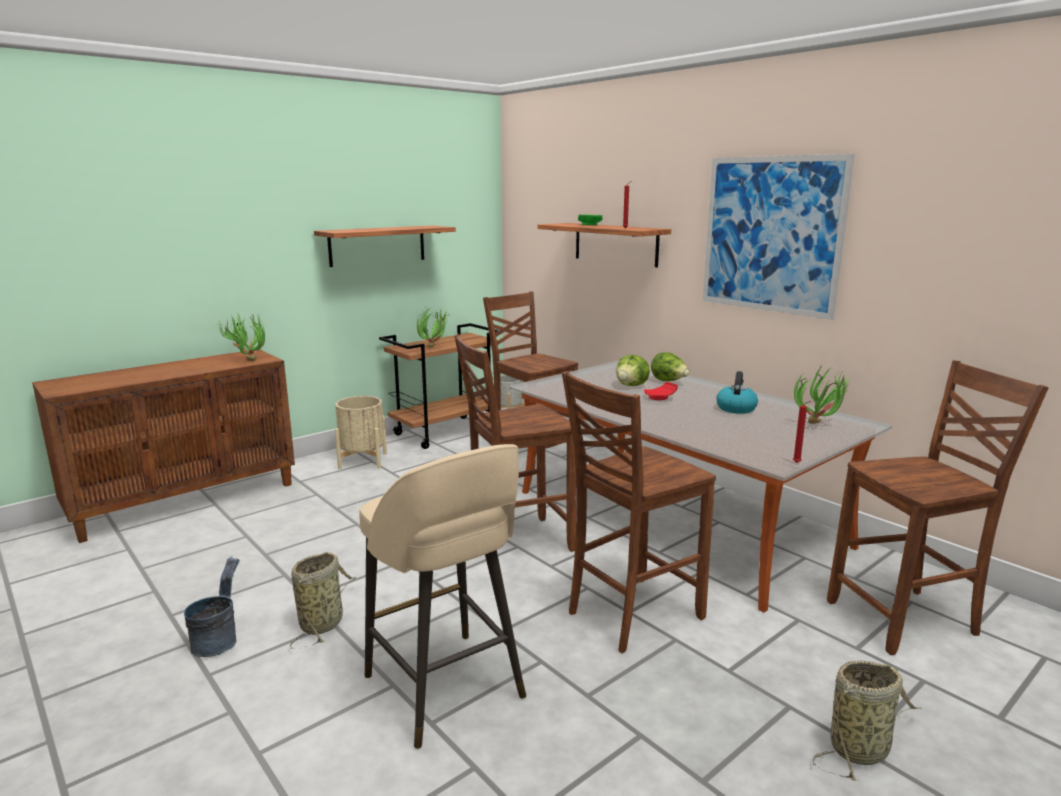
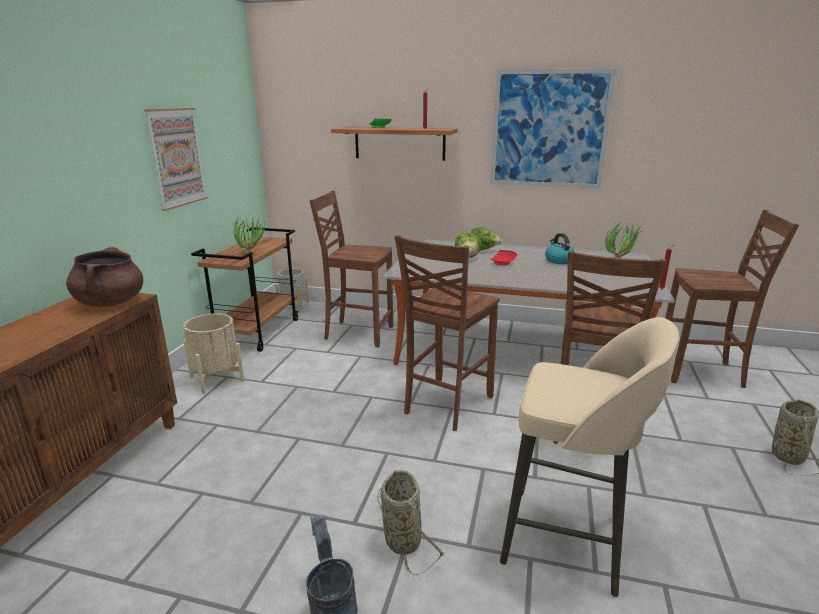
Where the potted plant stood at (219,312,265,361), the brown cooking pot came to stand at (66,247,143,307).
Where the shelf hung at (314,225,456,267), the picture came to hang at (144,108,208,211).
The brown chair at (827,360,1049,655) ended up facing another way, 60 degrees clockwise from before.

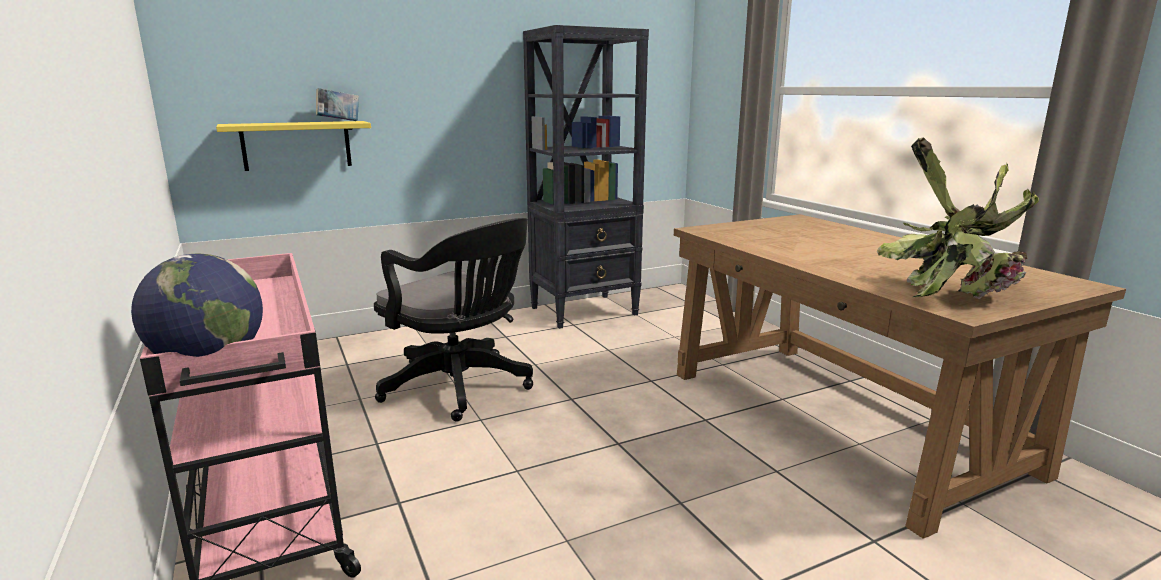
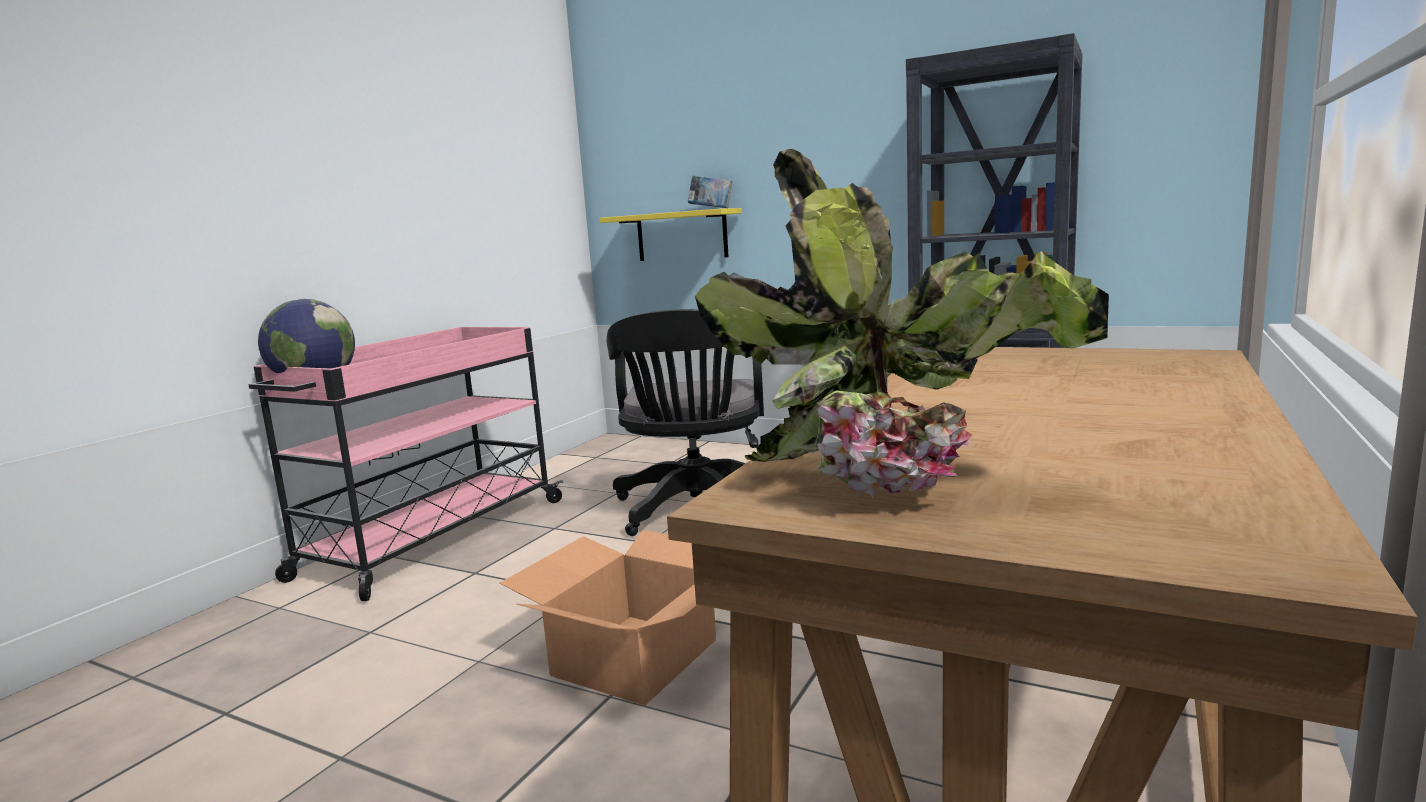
The second view gained the cardboard box at (500,530,716,705).

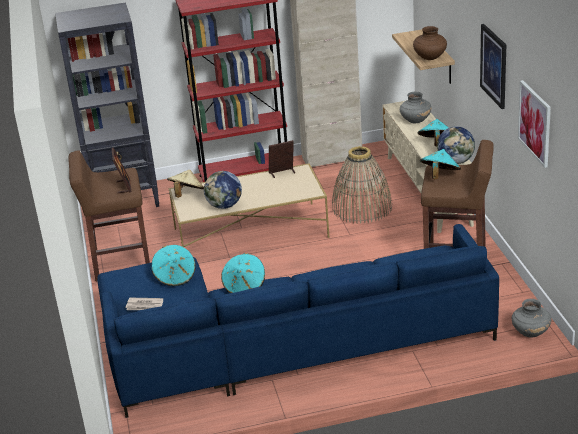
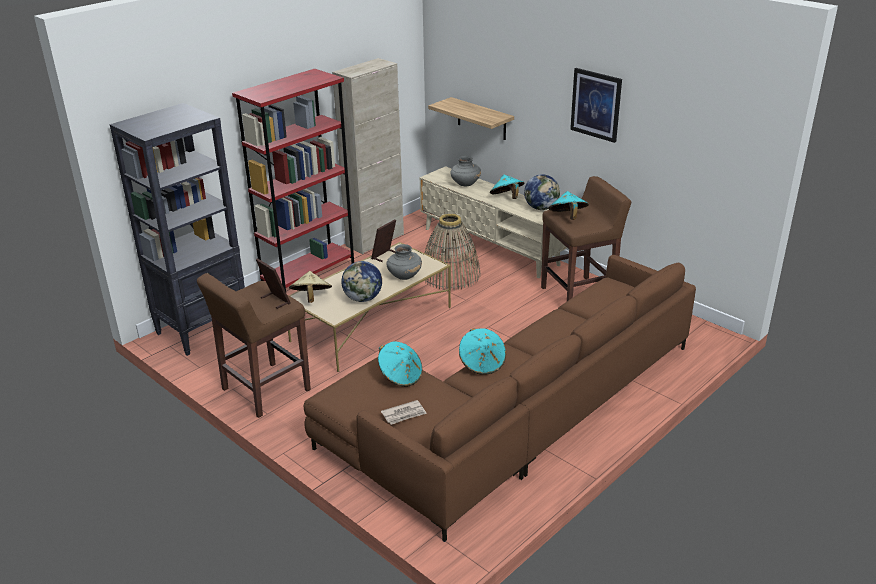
The second view lost the brown vase at (413,26,447,60).
The second view lost the picture at (518,80,551,168).
The grey vase ended up elsewhere, having gone from (512,299,551,338) to (386,244,422,280).
What was the blue sofa at (97,224,499,418) turned into the brown sofa at (303,255,696,542).

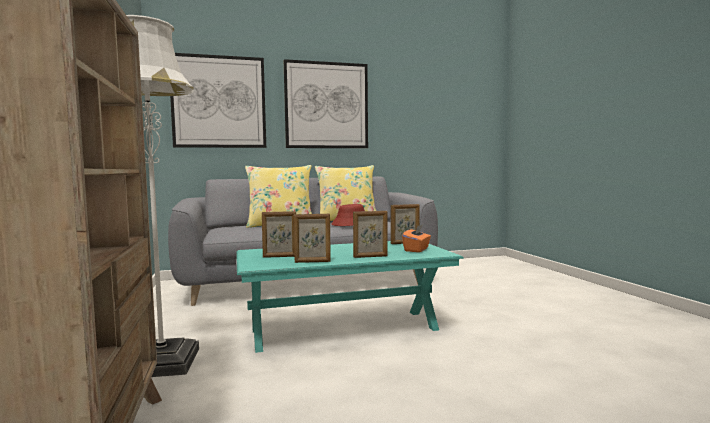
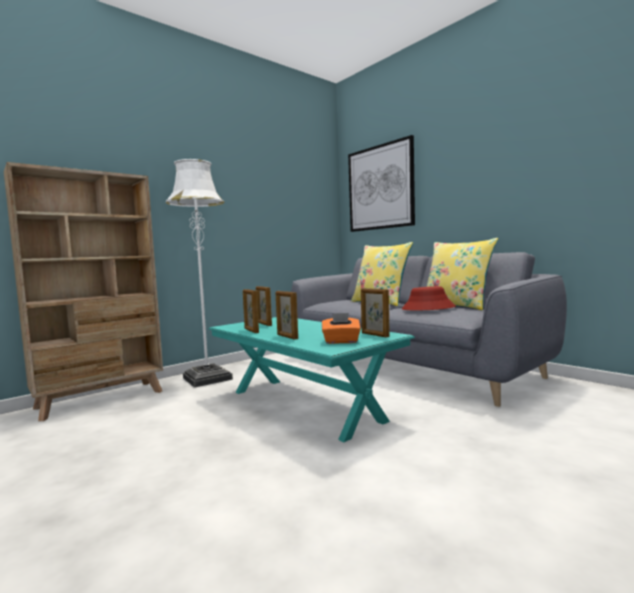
The second view lost the picture at (284,59,368,148).

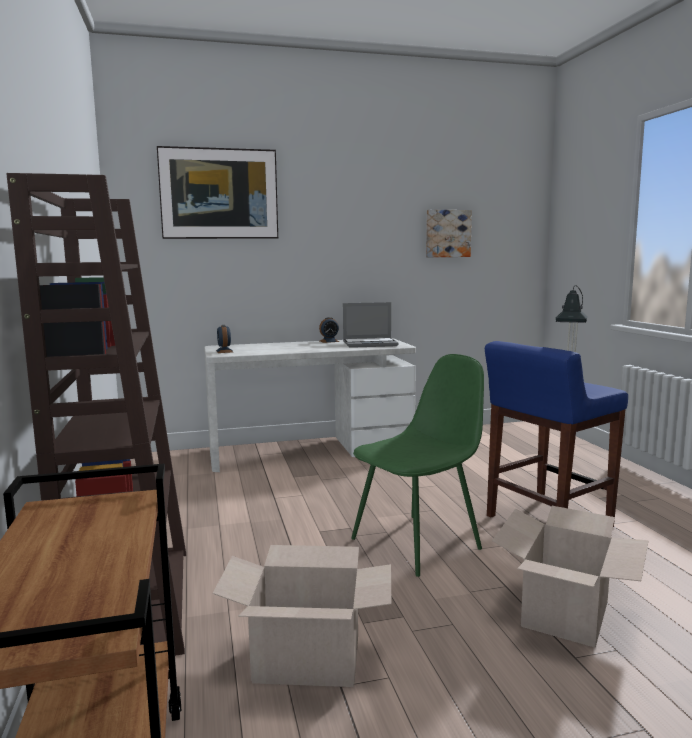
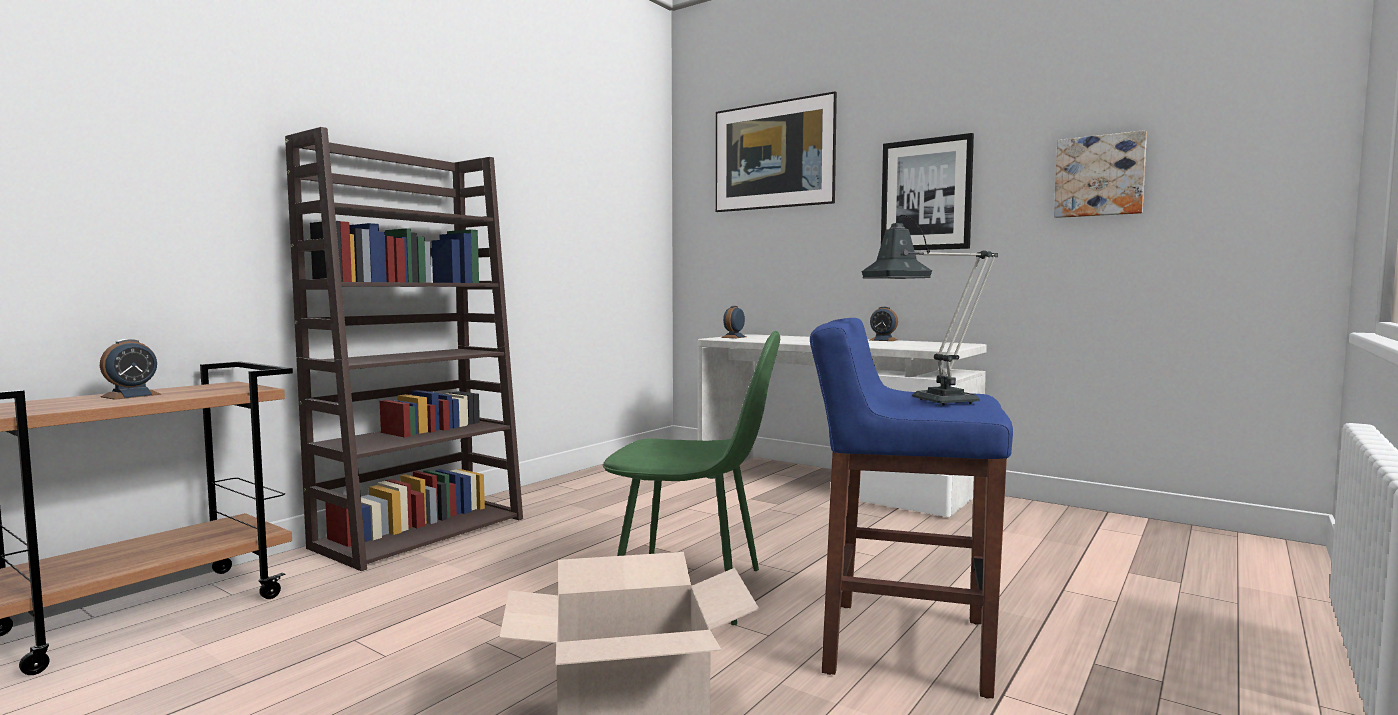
The second view lost the cardboard box at (213,545,391,687).
The second view lost the laptop at (343,302,398,348).
The second view gained the alarm clock at (100,339,161,400).
The second view gained the picture at (881,133,974,250).

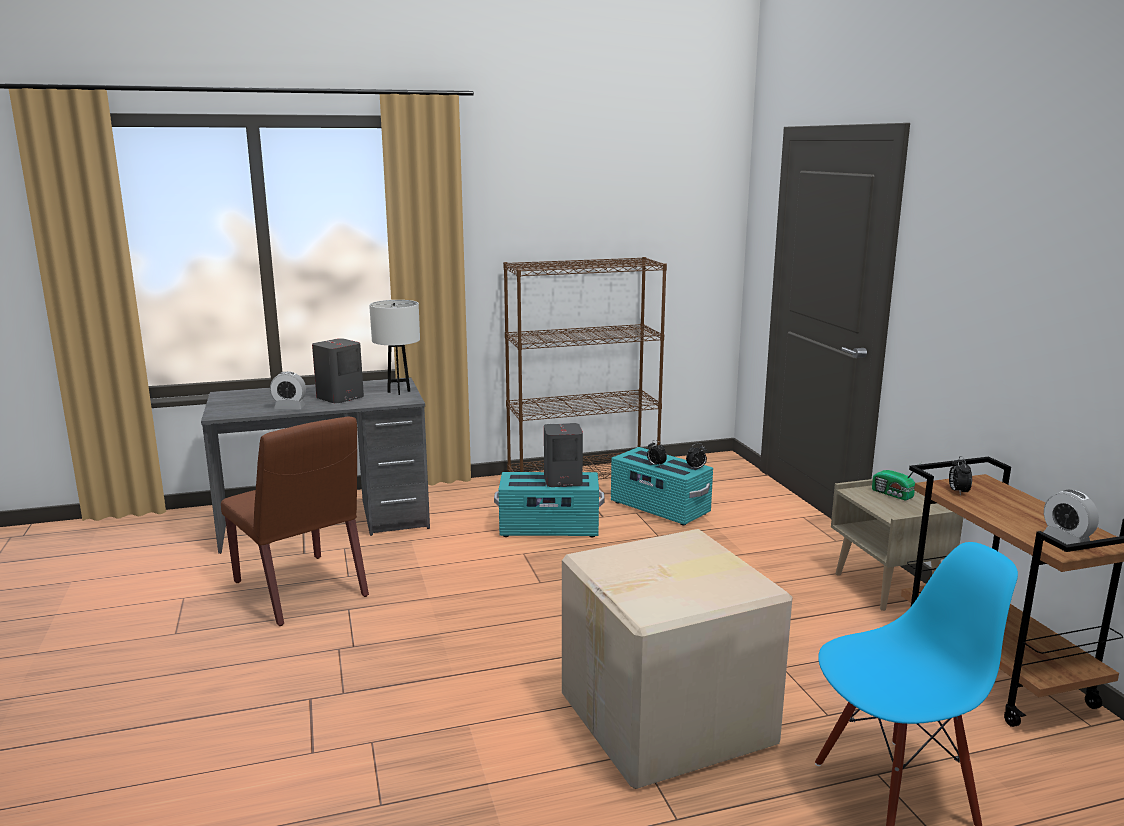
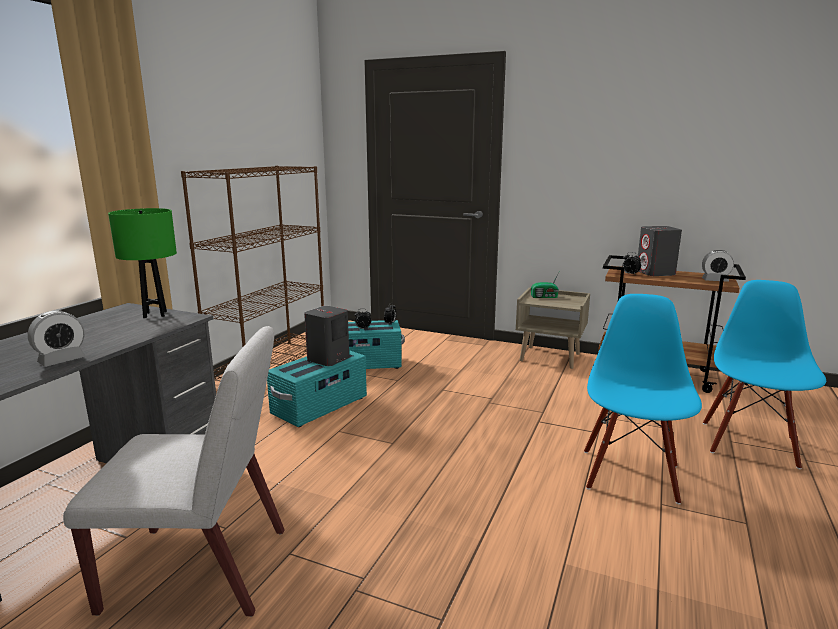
The grey speaker ended up elsewhere, having gone from (312,338,364,403) to (638,226,682,276).
Where the cardboard box stood at (562,529,793,789), the blue chair came to stand at (584,294,702,504).
What was the brown chair at (221,416,369,626) turned into the white chair at (63,326,285,617).
What was the white table lamp at (369,300,420,395) turned into the green table lamp at (108,208,177,318).

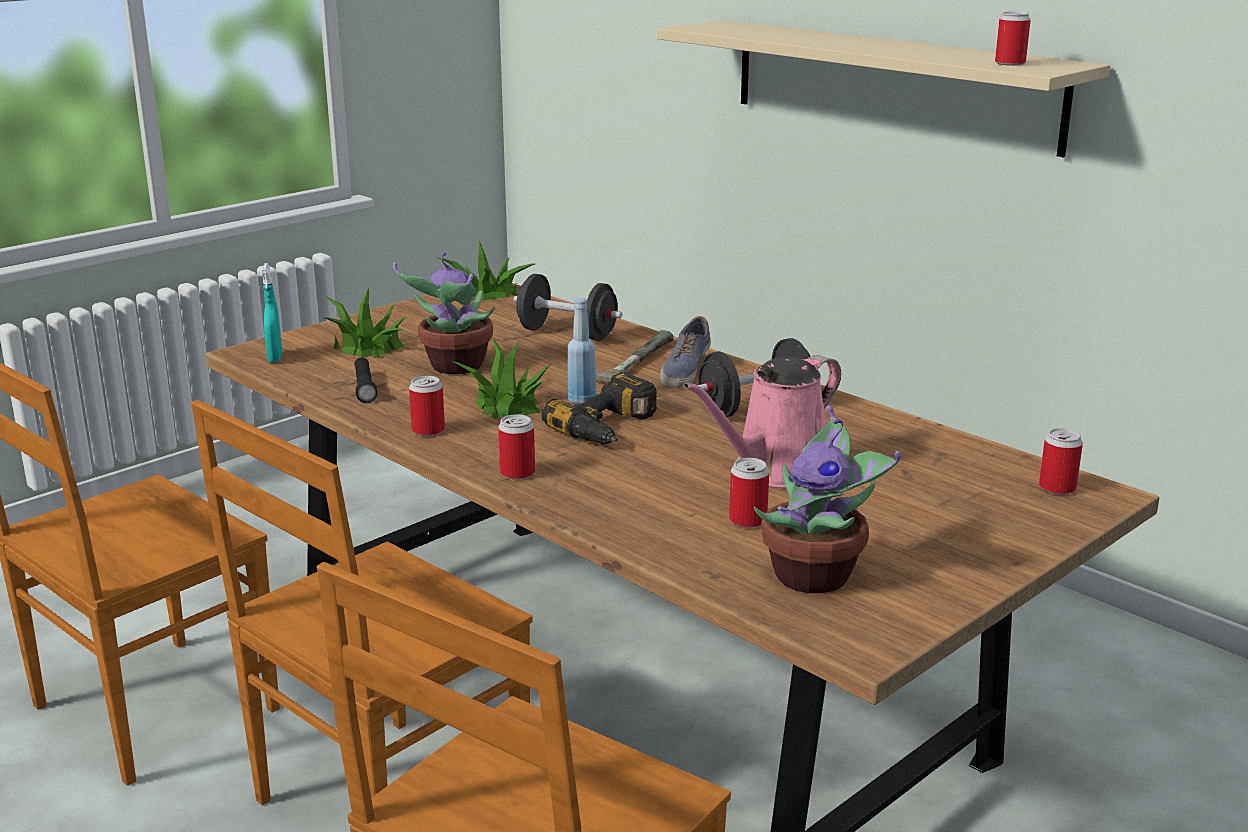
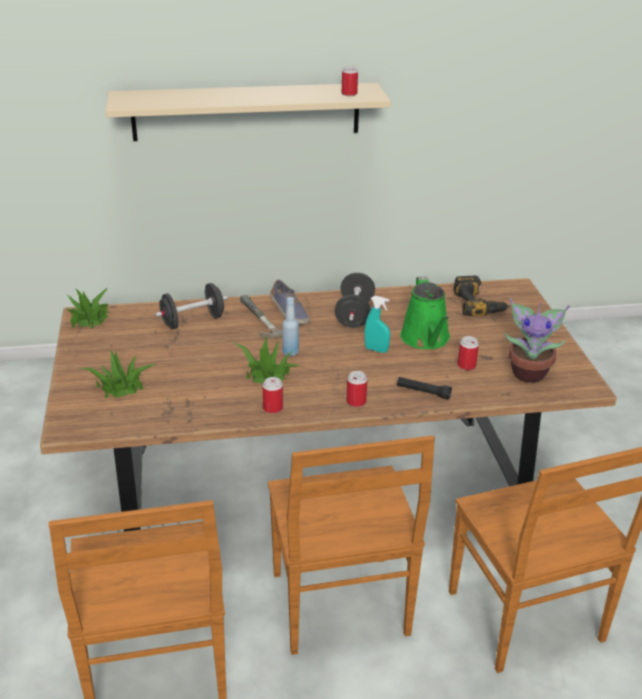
The second view lost the potted plant at (393,253,495,374).
The second view lost the can at (1039,428,1083,495).
The turquoise spray bottle ended up elsewhere, having gone from (262,263,282,363) to (364,296,390,353).
The black flashlight ended up elsewhere, having gone from (355,357,377,403) to (397,377,452,400).
The power drill ended up elsewhere, having gone from (542,373,657,444) to (453,276,510,316).
What was the pink watering can at (683,355,841,488) turned into the green watering can at (400,276,450,349).

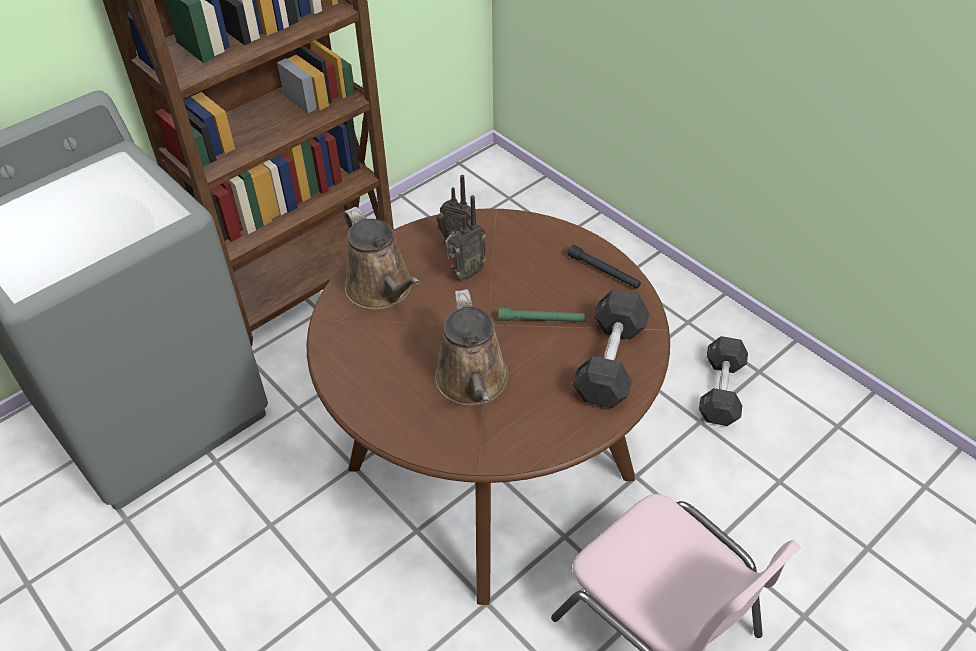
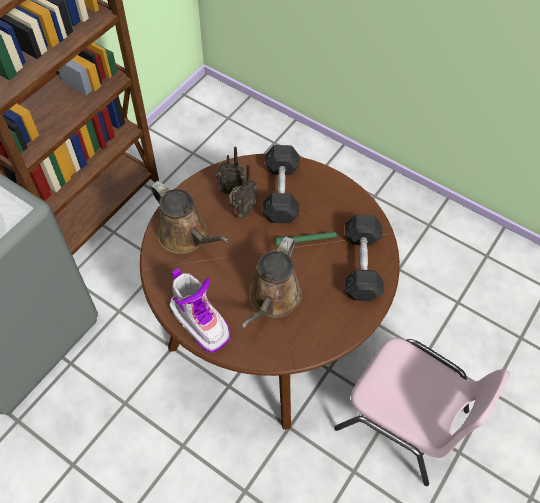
The second view lost the black flashlight at (567,245,641,289).
The second view gained the boot at (170,268,230,353).
The grey dumbbell ended up elsewhere, having gone from (699,336,748,426) to (263,145,300,223).
The brown watering can at (435,289,509,406) ended up facing another way, 45 degrees clockwise from before.

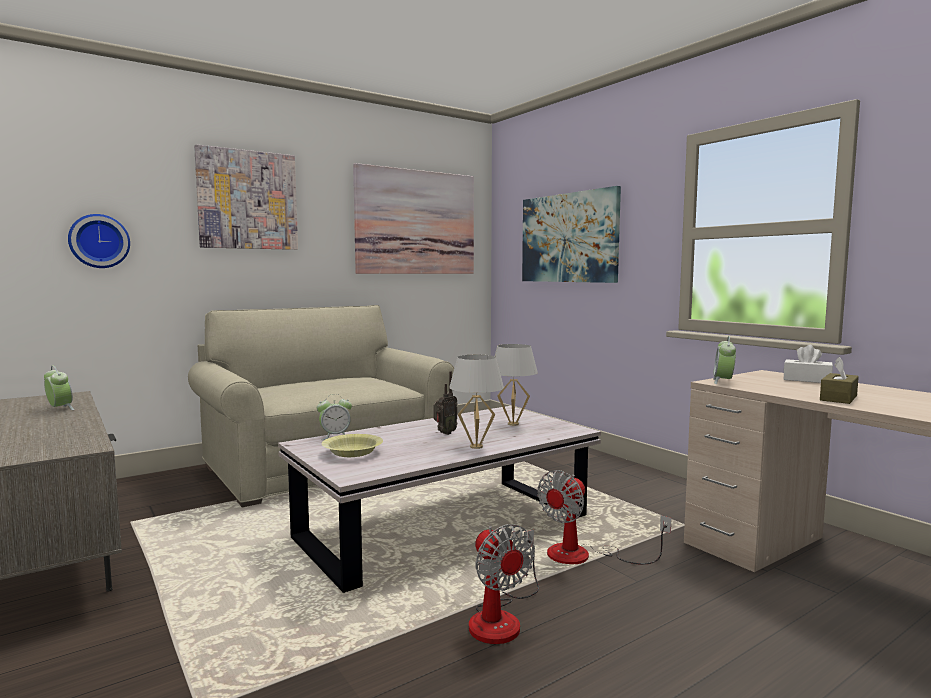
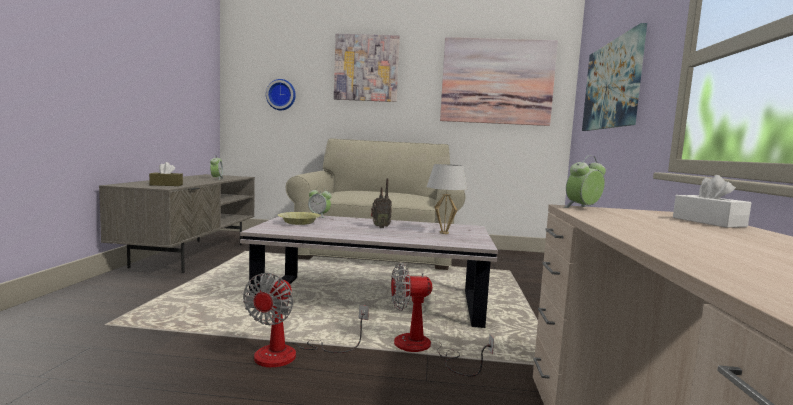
The second view lost the white table lamp at (449,355,504,449).
The brown tissue box ended up elsewhere, having gone from (820,357,859,404) to (149,162,183,186).

